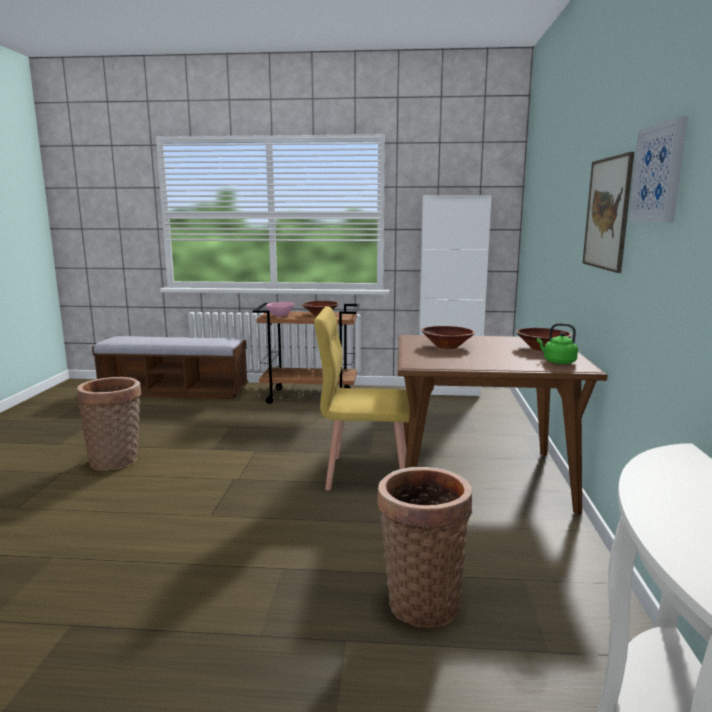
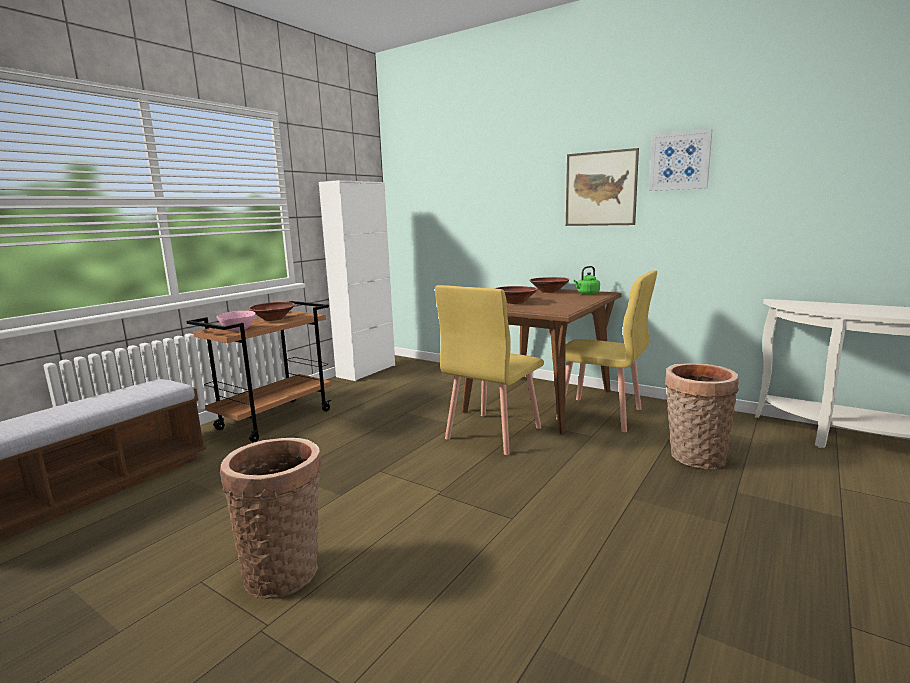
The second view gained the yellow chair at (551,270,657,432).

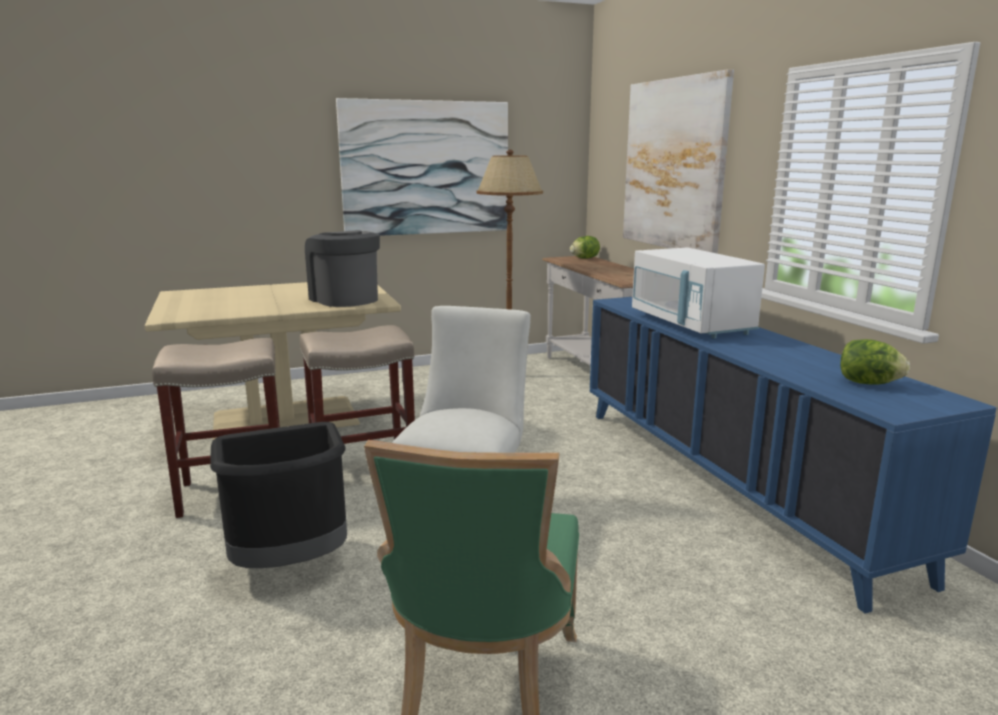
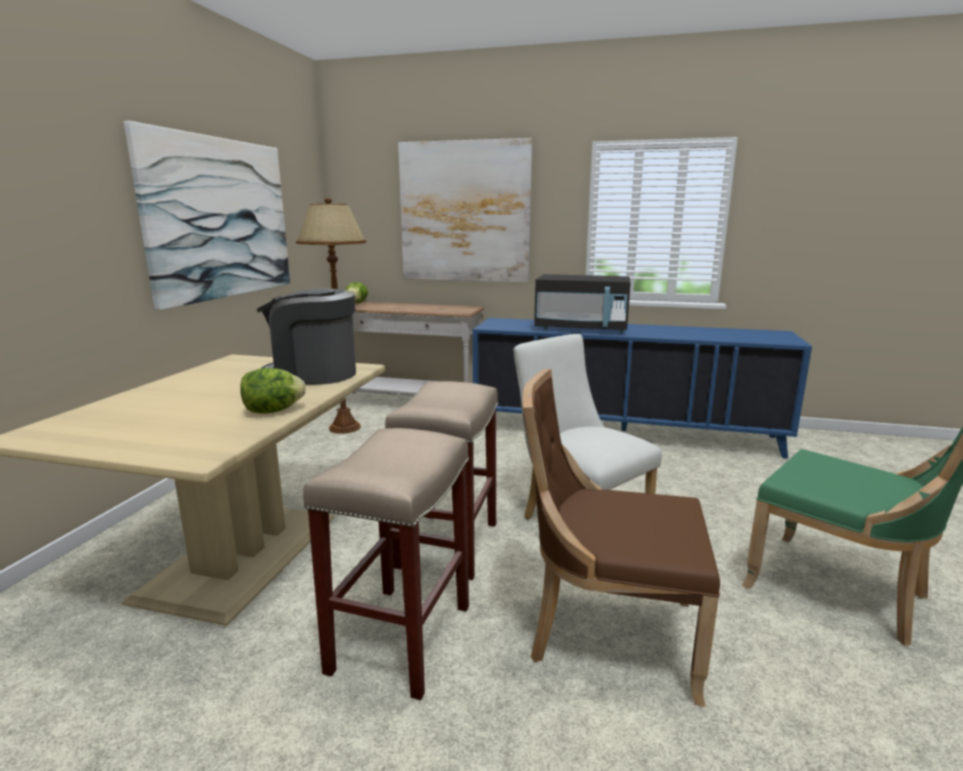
The lettuce ended up elsewhere, having gone from (841,339,910,385) to (240,368,306,414).
Where the black trash can stood at (210,422,347,568), the brown chair came to stand at (523,369,720,707).
What was the white microwave at (632,247,765,339) turned into the black microwave at (534,274,631,333).

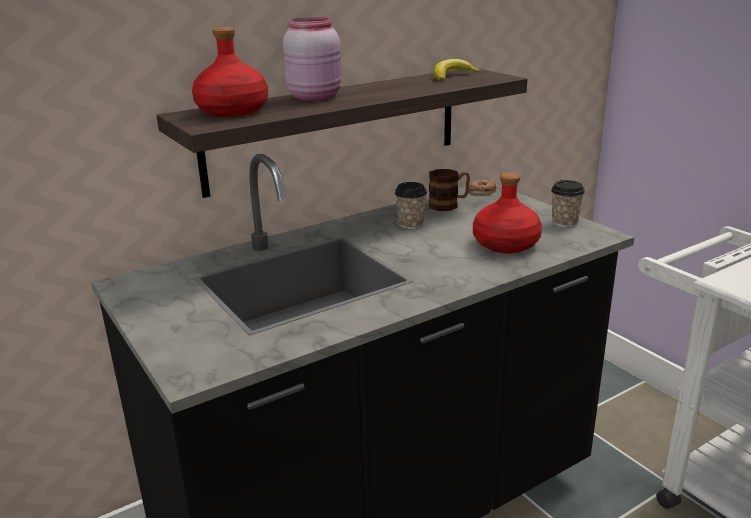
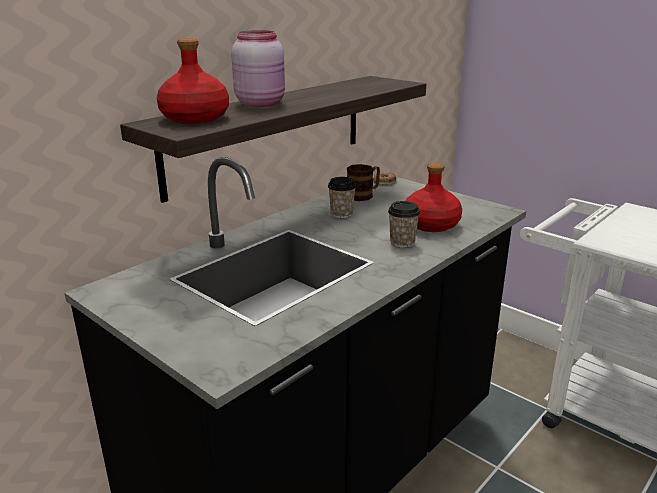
The second view lost the banana at (434,59,482,81).
The cup ended up elsewhere, having gone from (551,180,585,228) to (388,201,420,248).

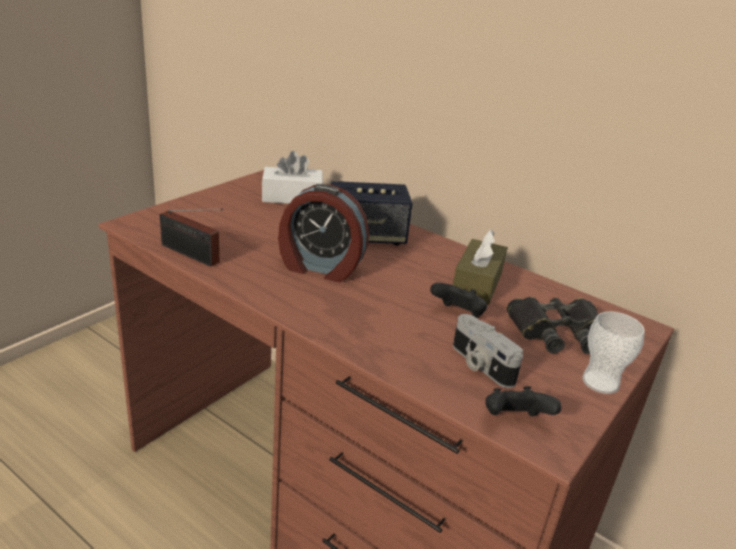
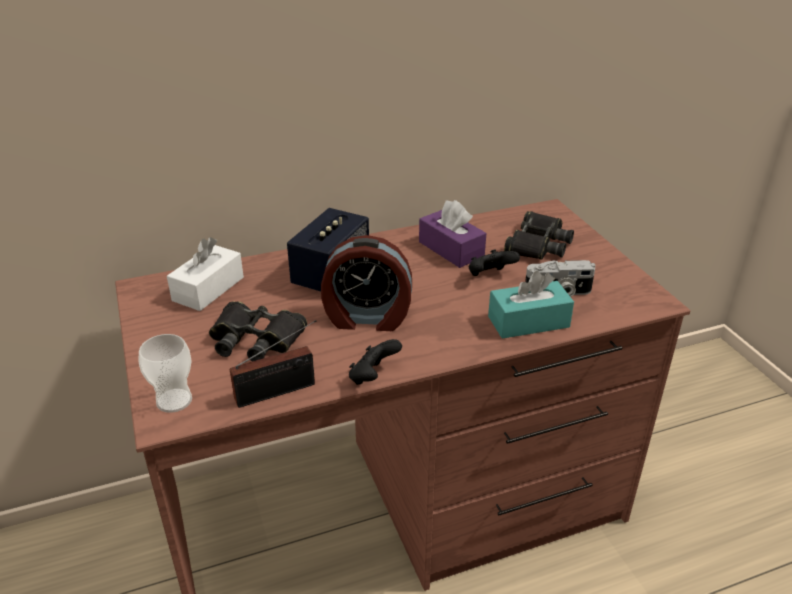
The second view gained the black binoculars at (209,301,307,361).
The second view gained the turquoise tissue box at (488,271,574,339).
The black game controller ended up elsewhere, having gone from (485,386,562,416) to (349,339,402,385).
The cup ended up elsewhere, having gone from (582,312,645,394) to (138,334,192,413).
What was the brown tissue box at (453,230,507,305) turned into the purple tissue box at (419,200,486,268).
The alarm clock at (278,184,369,282) ended up facing another way, 45 degrees clockwise from before.

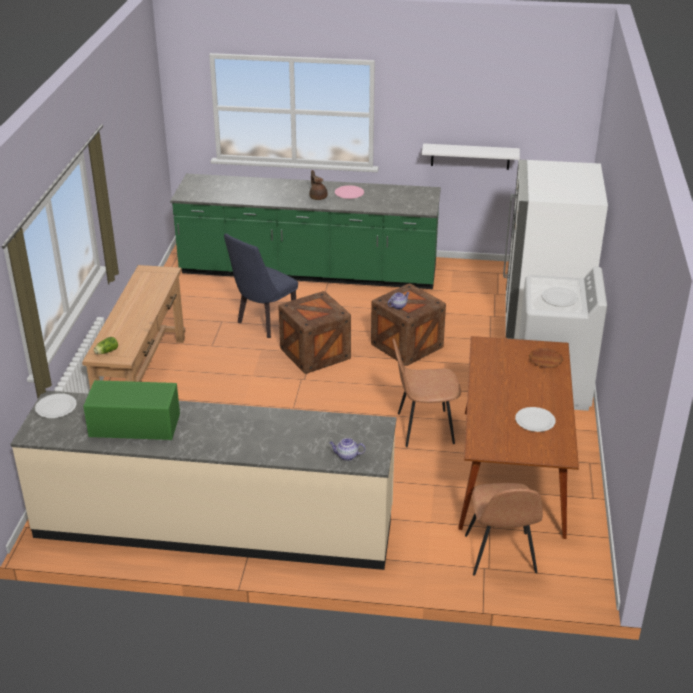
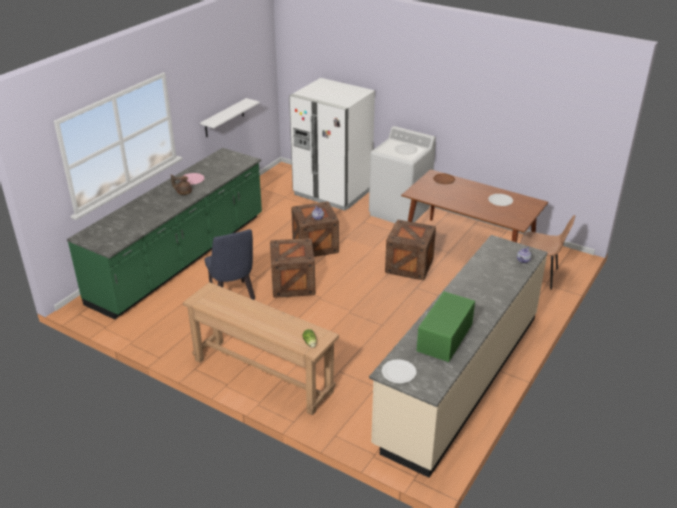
Where the brown chair stood at (392,339,461,447), the crate came to stand at (385,220,436,280).

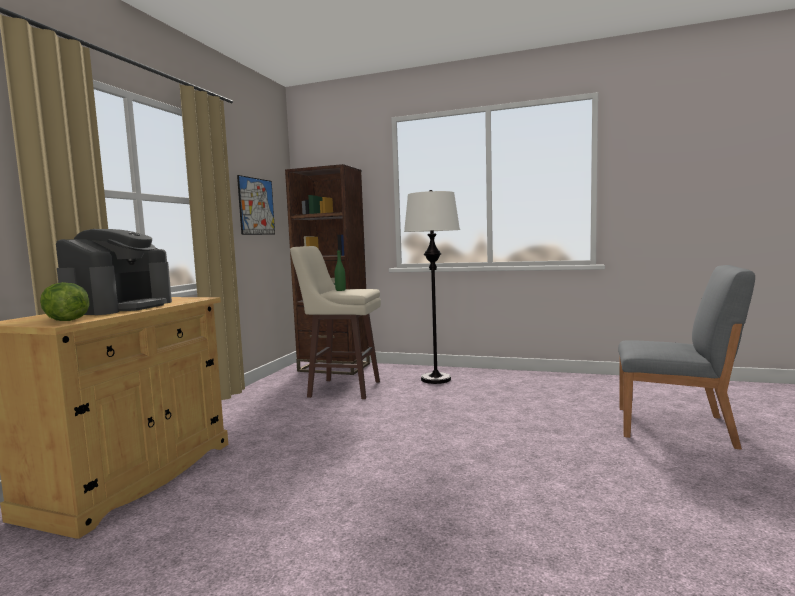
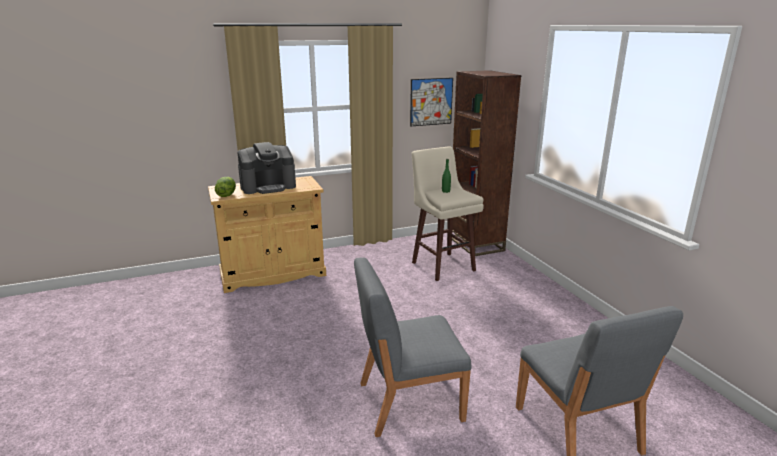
The second view lost the white floor lamp at (404,190,460,384).
The second view gained the grey chair at (354,257,472,437).

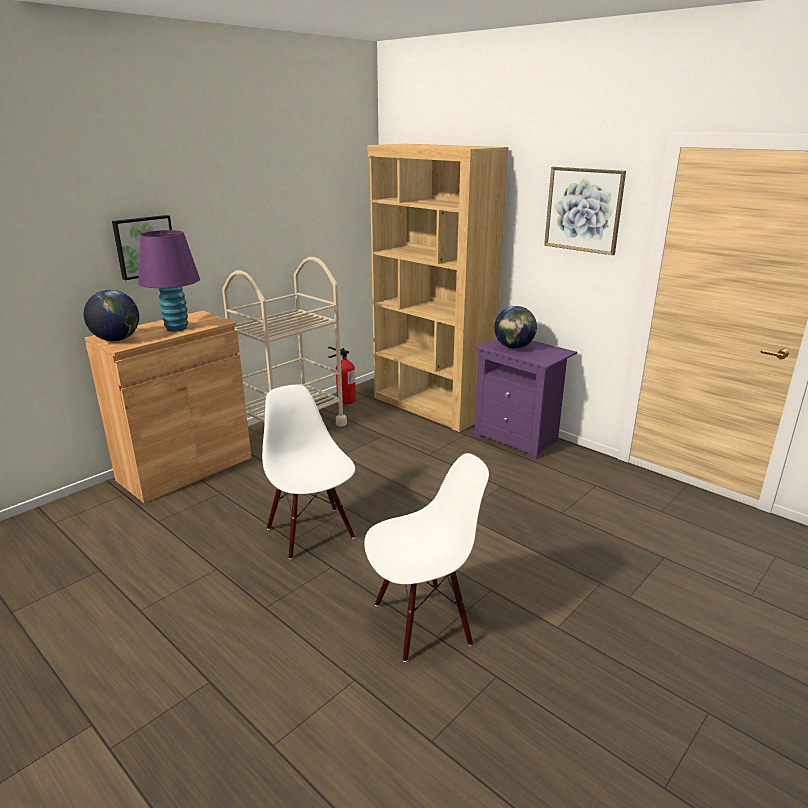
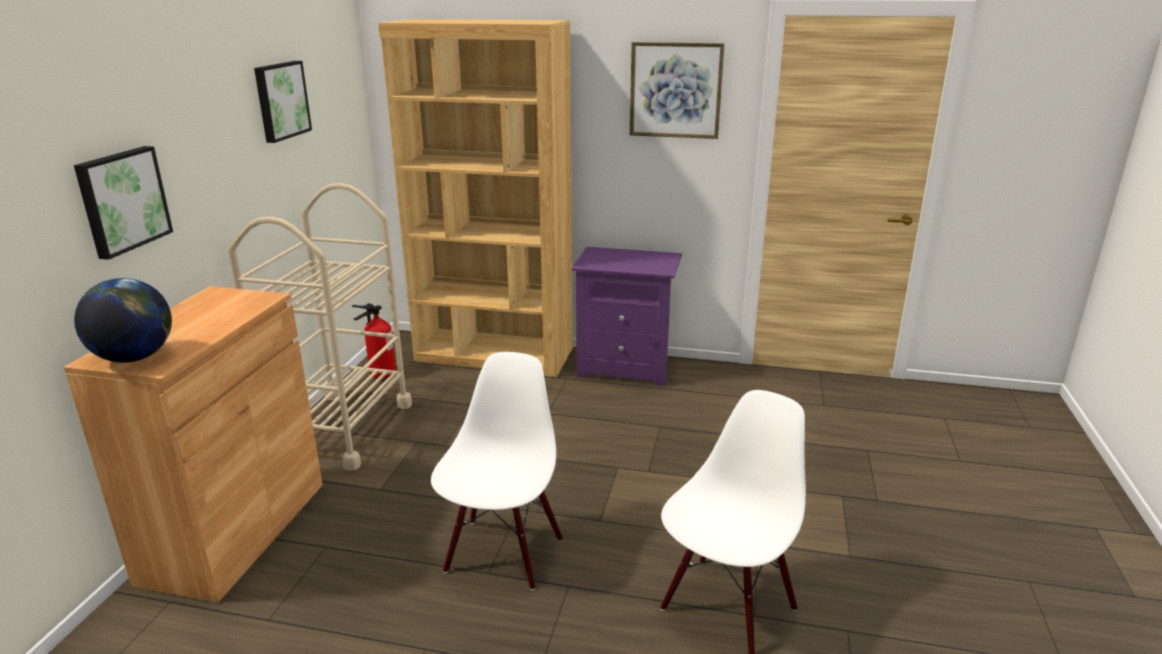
The second view lost the purple table lamp at (138,230,200,332).
The second view lost the globe at (494,306,537,349).
The second view gained the picture at (254,61,312,143).
The white chair at (262,385,355,559) ended up facing another way, 75 degrees clockwise from before.

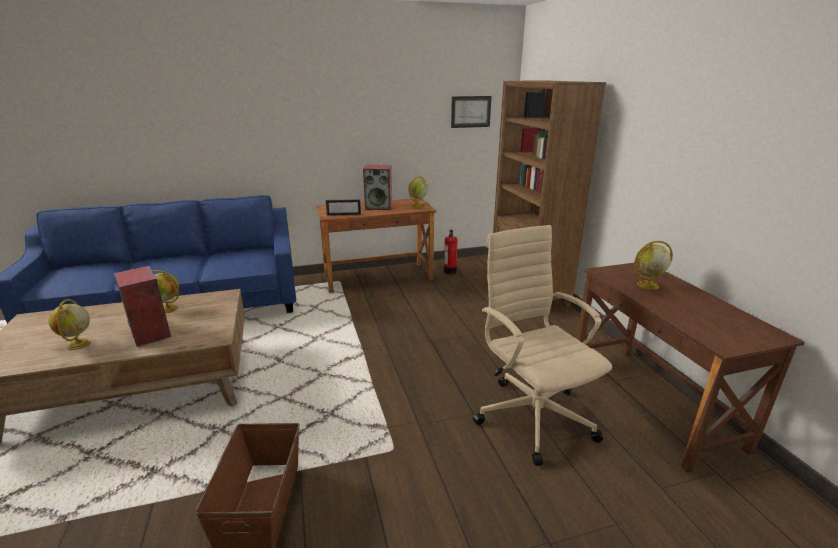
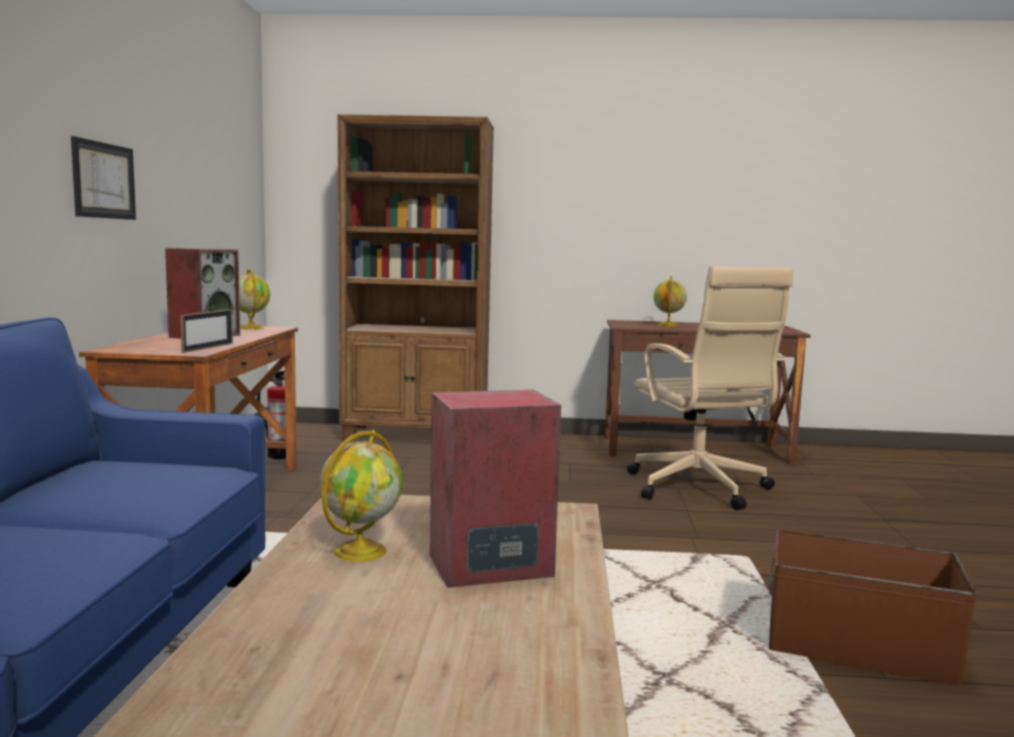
The second view lost the globe at (49,299,91,350).
The picture ended up elsewhere, having gone from (451,96,491,128) to (71,136,136,220).
The beige office chair at (473,225,612,466) ended up facing another way, 105 degrees counterclockwise from before.

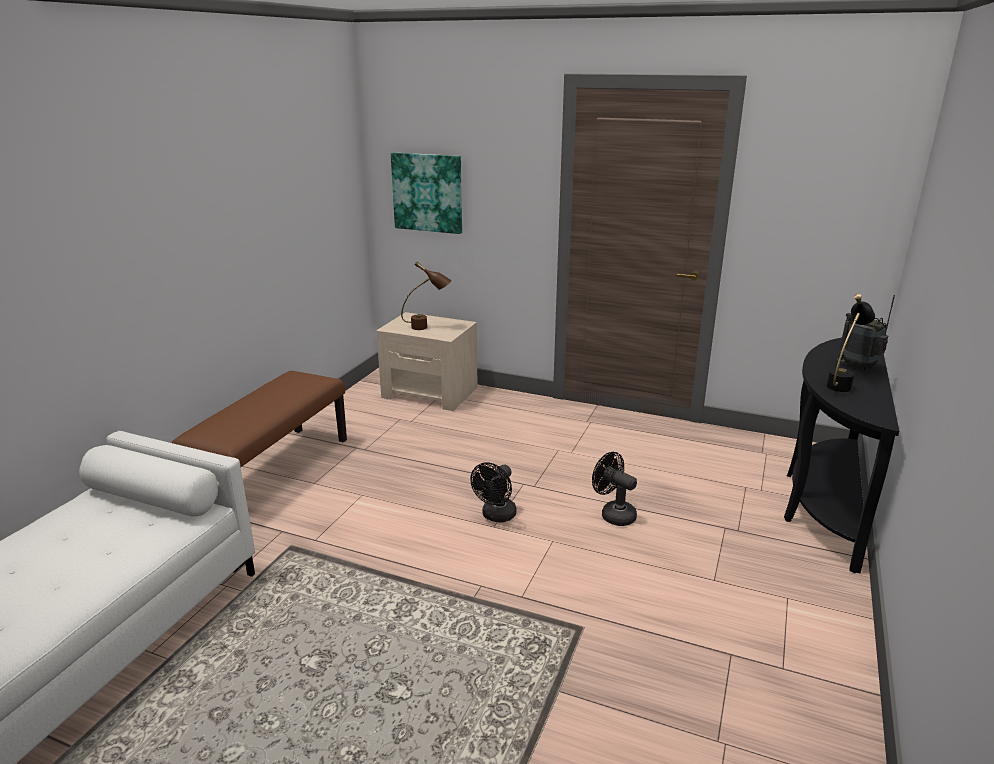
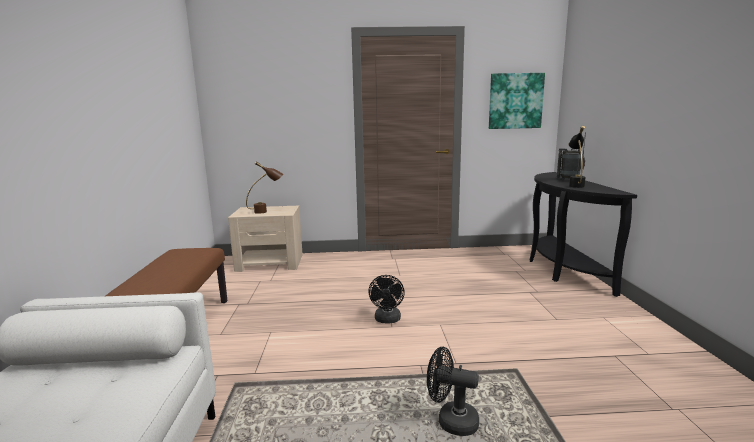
The picture ended up elsewhere, having gone from (391,152,462,234) to (489,73,545,129).
The black fan ended up elsewhere, having gone from (592,452,637,526) to (427,347,479,436).

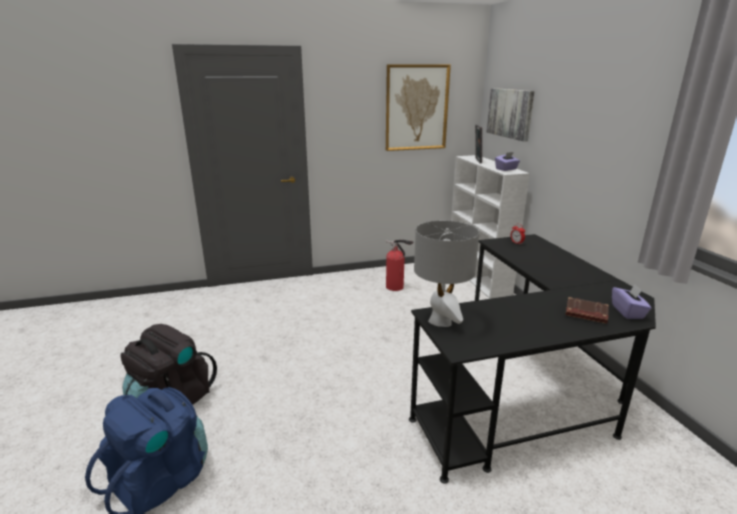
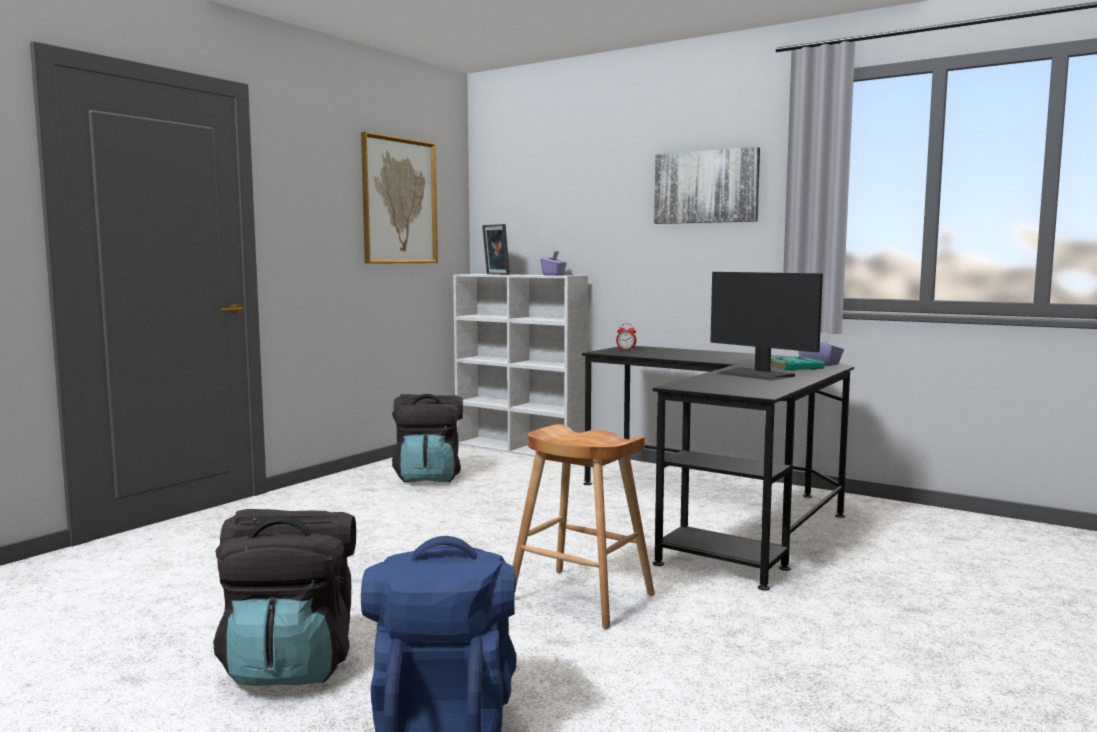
The second view lost the grey table lamp at (414,220,480,327).
The second view gained the brown stool at (513,424,655,629).
The second view gained the monitor at (710,272,823,381).
The picture ended up elsewhere, having gone from (487,88,534,142) to (654,147,760,224).
Where the fire extinguisher stood at (386,240,413,291), the black backpack came to stand at (392,394,463,482).
What was the brown book at (565,297,609,324) turned into the turquoise book at (771,357,825,371).

